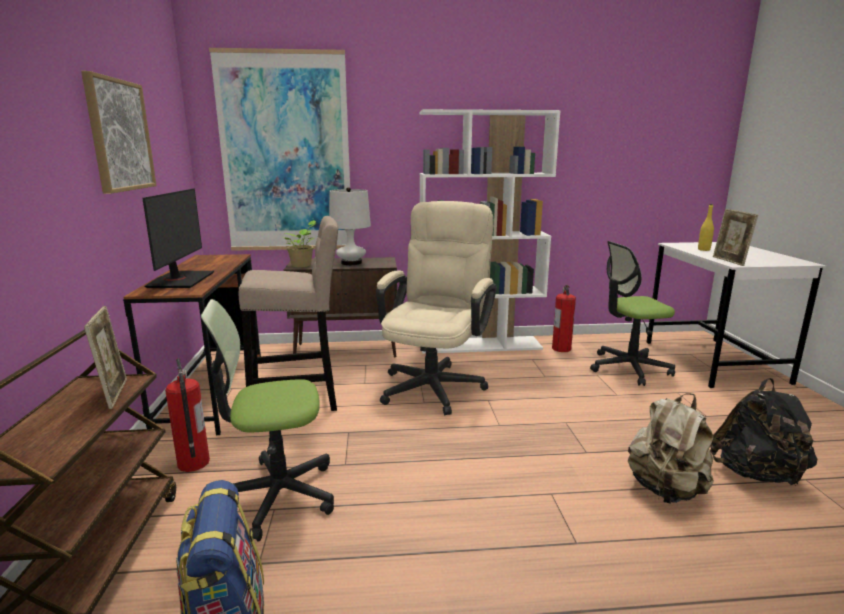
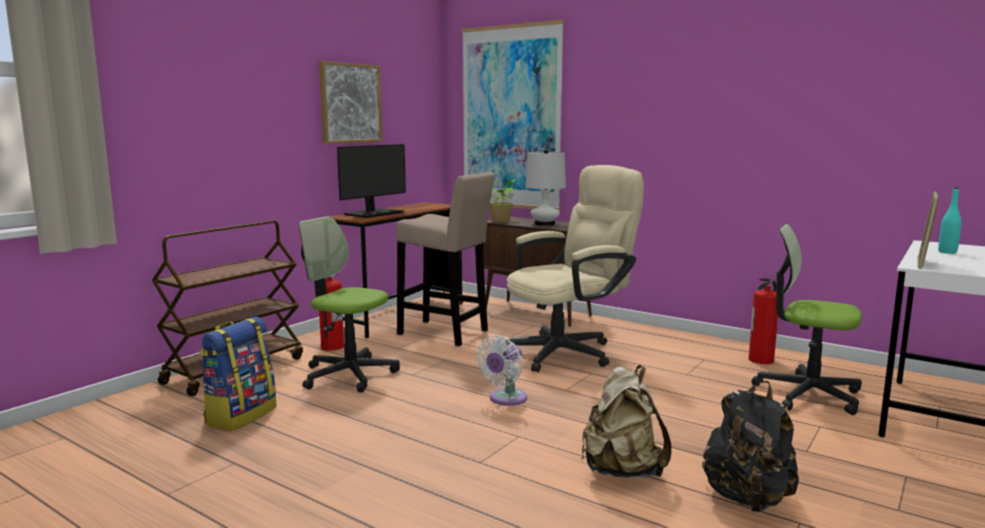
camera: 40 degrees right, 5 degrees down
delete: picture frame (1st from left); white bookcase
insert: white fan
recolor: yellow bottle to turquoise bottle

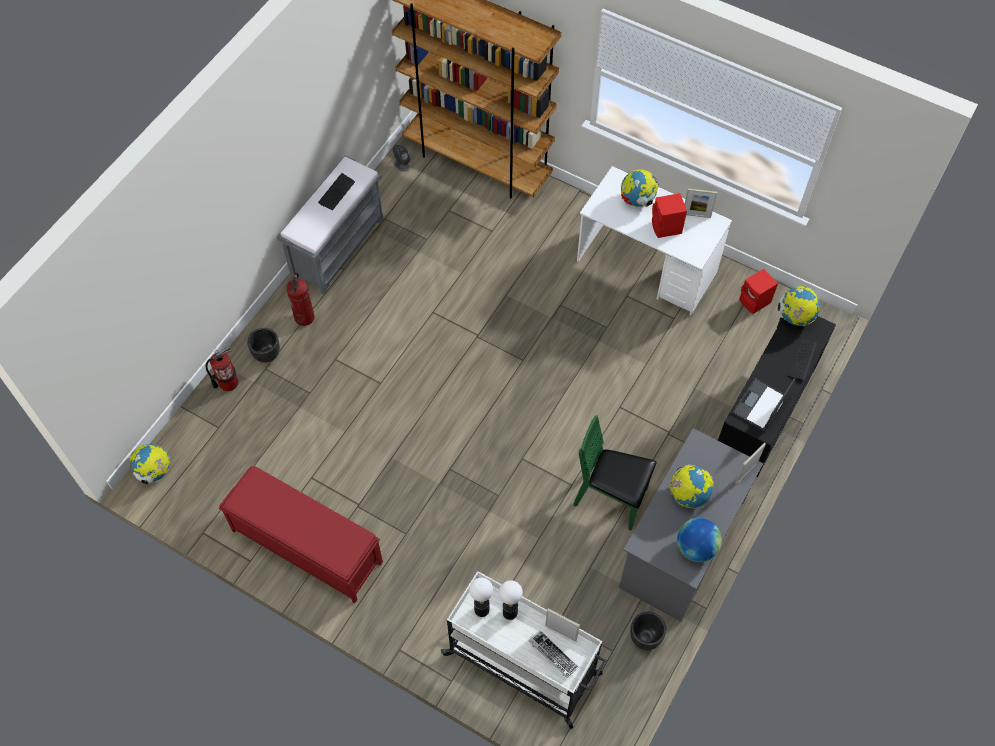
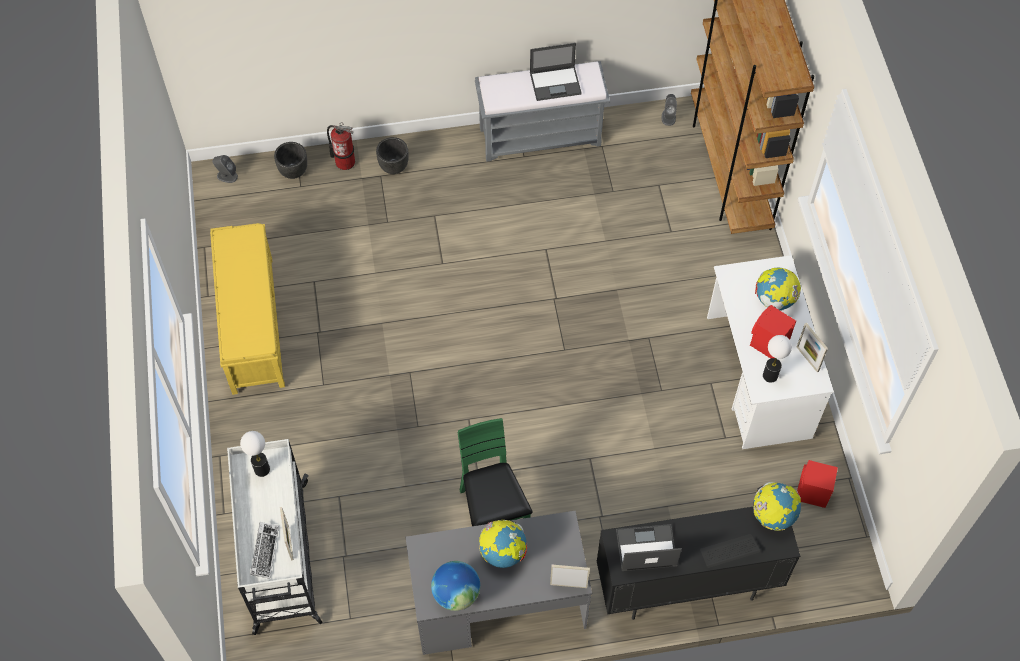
camera: 50 degrees right, 0 degrees up
delete: fire extinguisher (2nd from left)
move: table lamp (2nd from left); black planter (2nd from left in the first image) to black planter (1st from left)
replace: globe (1st from left) to grey speaker (1st from left); keyboard (1st from left) to laptop (1st from left)
recolor: red bench to yellow bench

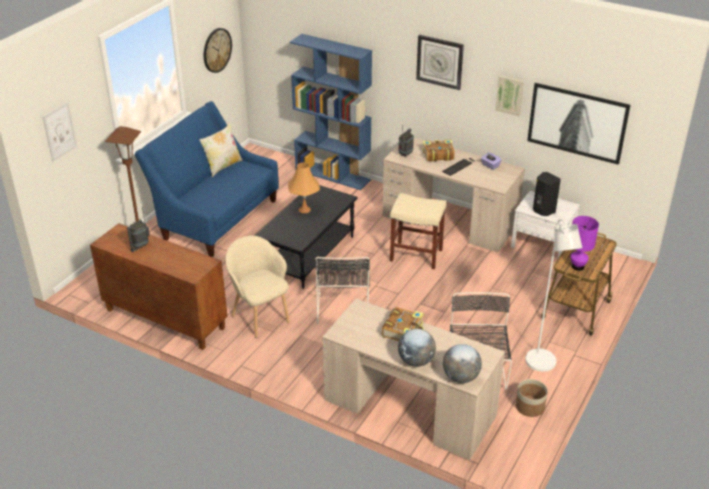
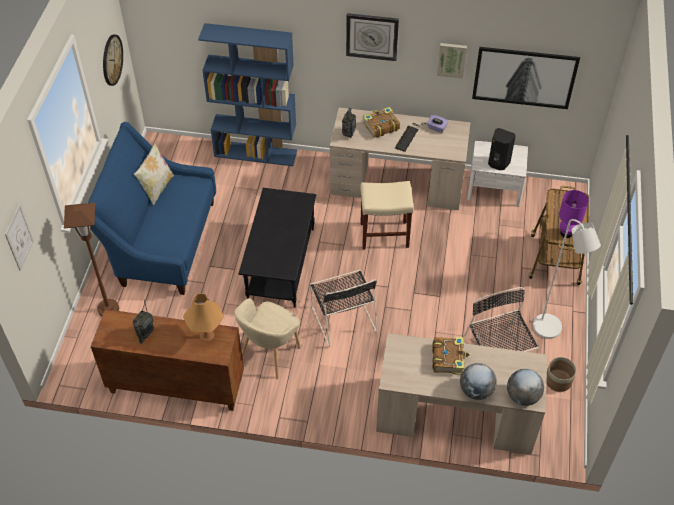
camera: 20 degrees left, 15 degrees up
move: orange table lamp
rotate: beige armchair 90 degrees counterclockwise

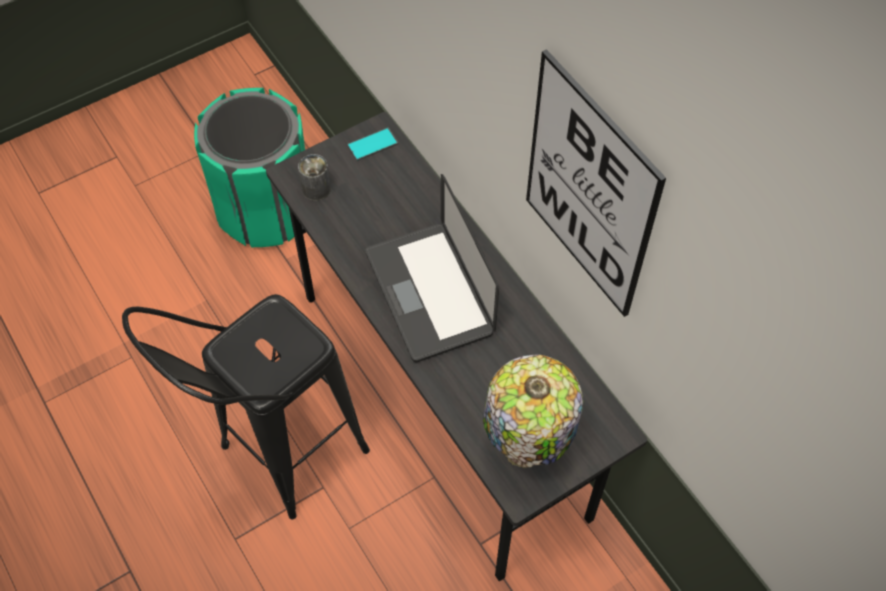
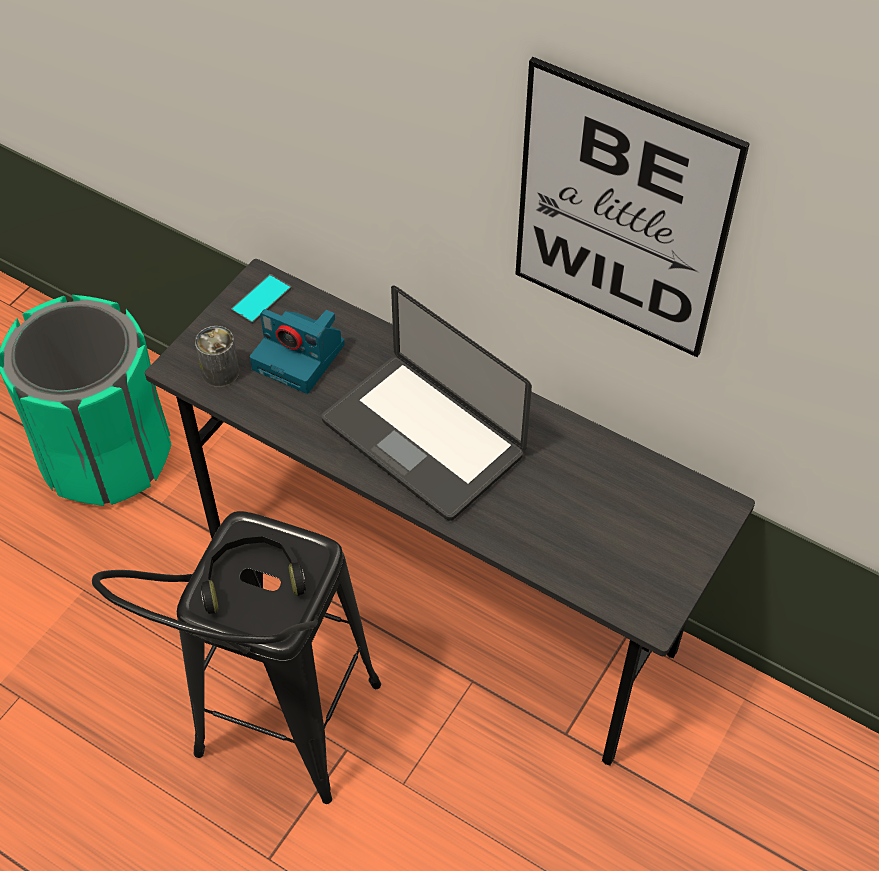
camera: 25 degrees left, 5 degrees down
delete: table lamp
insert: black headphones; photo camera

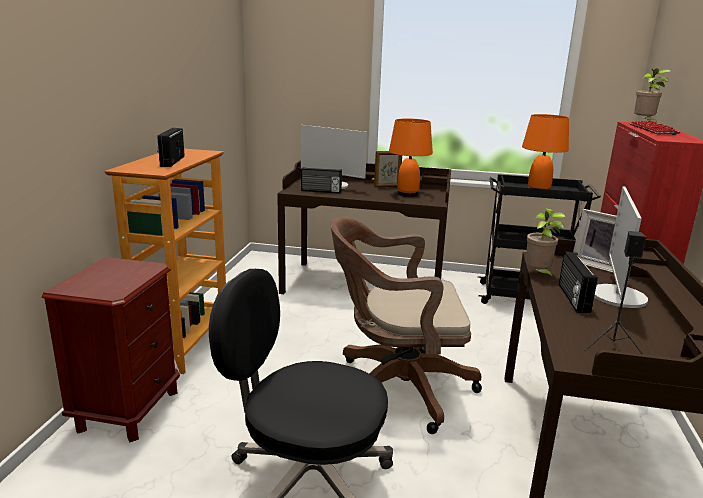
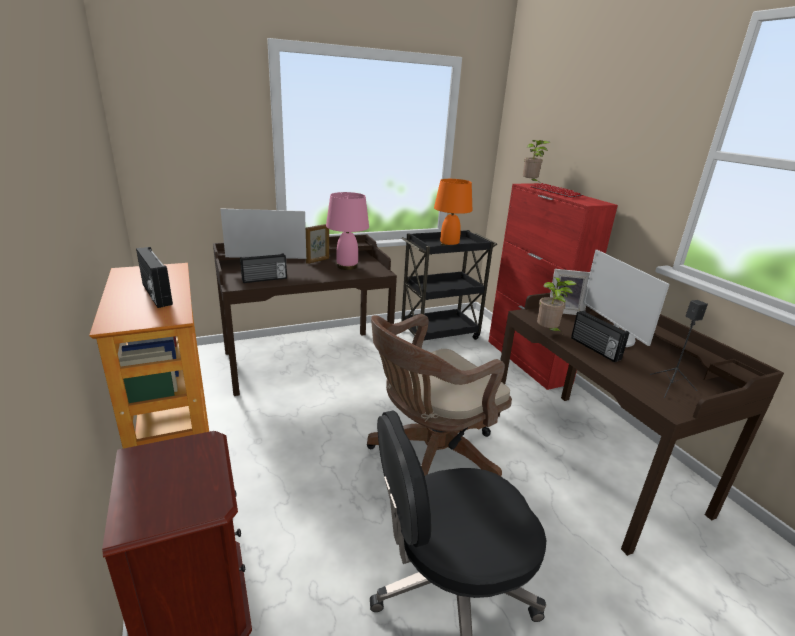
camera: 35 degrees left, 5 degrees up
recolor: orange table lamp (1st from left) to pink table lamp

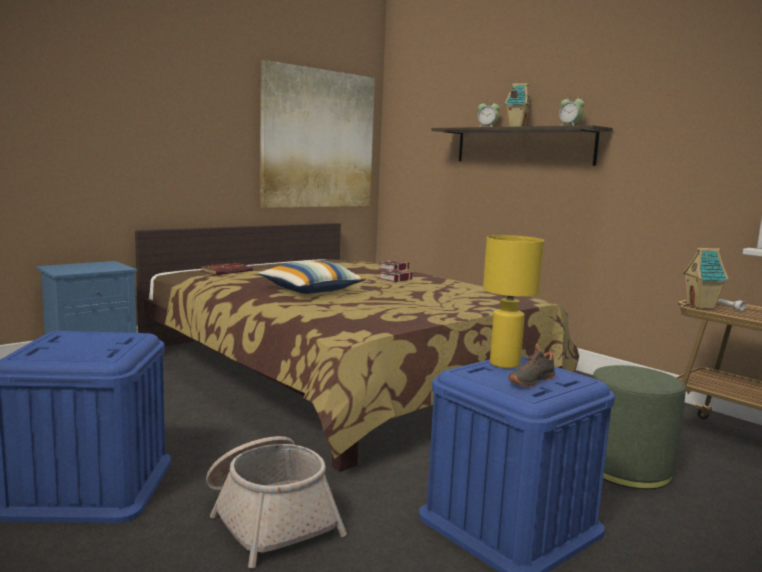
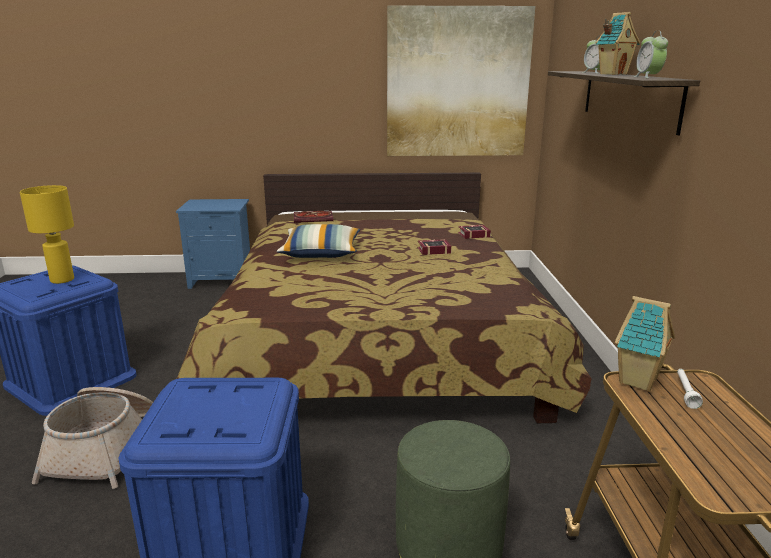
camera: 40 degrees right, 10 degrees up
delete: black shoe
move: yellow table lamp

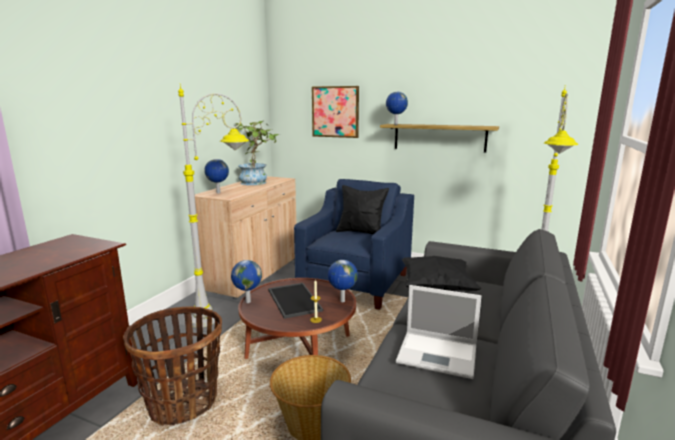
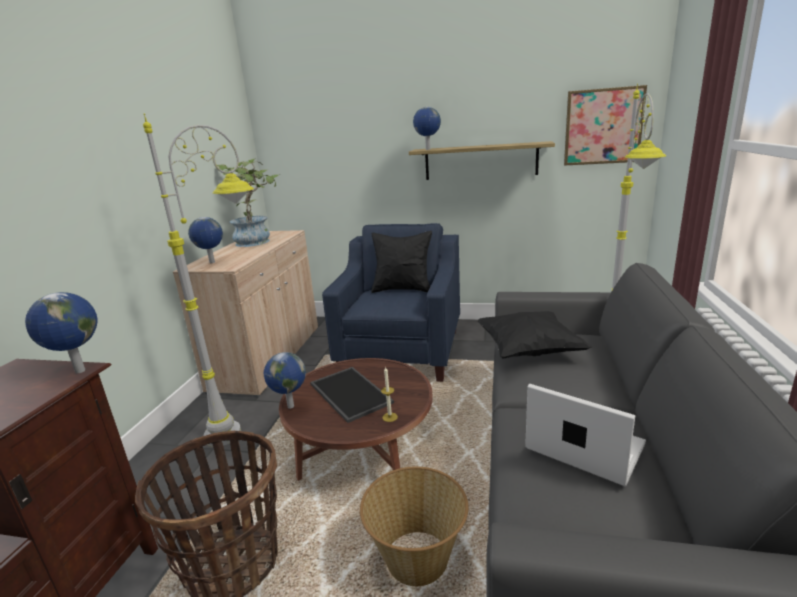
camera: 10 degrees left, 5 degrees up
move: picture; globe (3rd from left in the first image) to globe (1st from left)
rotate: laptop 150 degrees counterclockwise

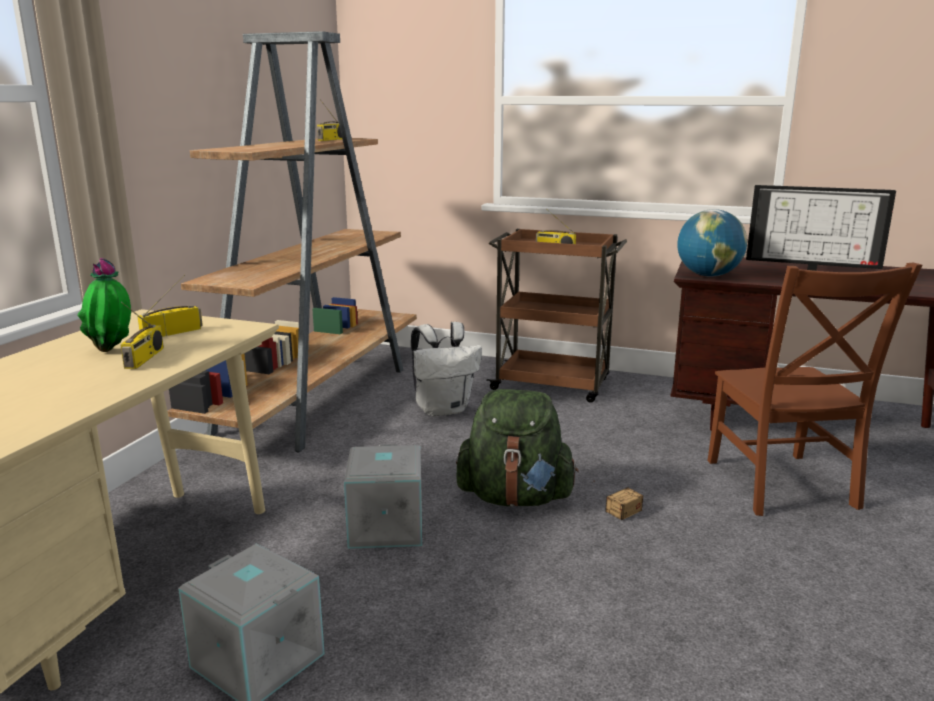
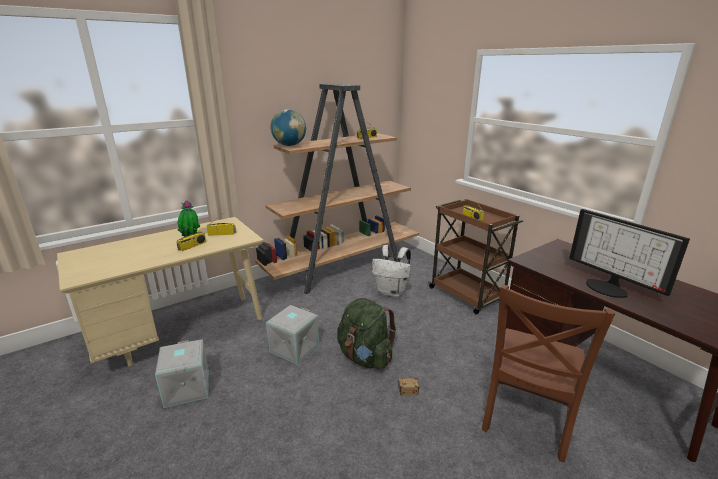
camera: 35 degrees right, 5 degrees up
move: globe

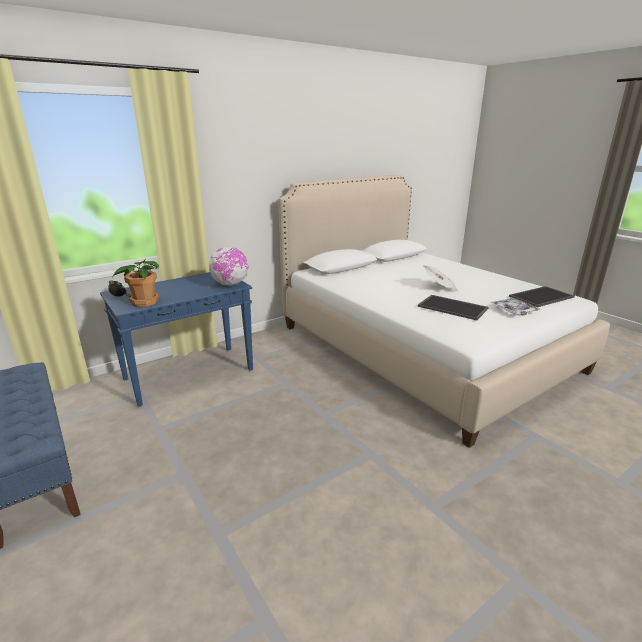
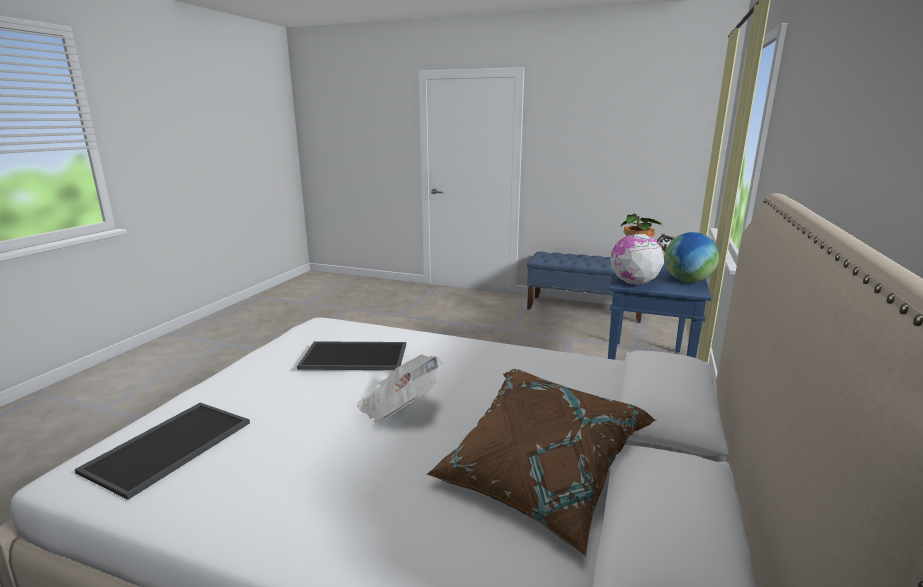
camera: 145 degrees right, 5 degrees down
delete: tray (2nd from left)
insert: brown pillow; globe (2nd from left)

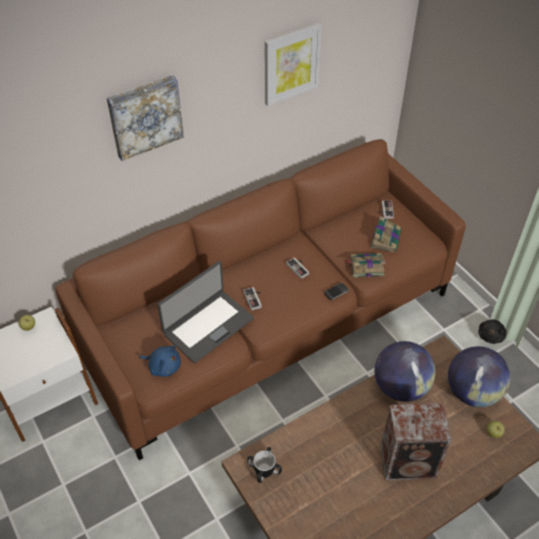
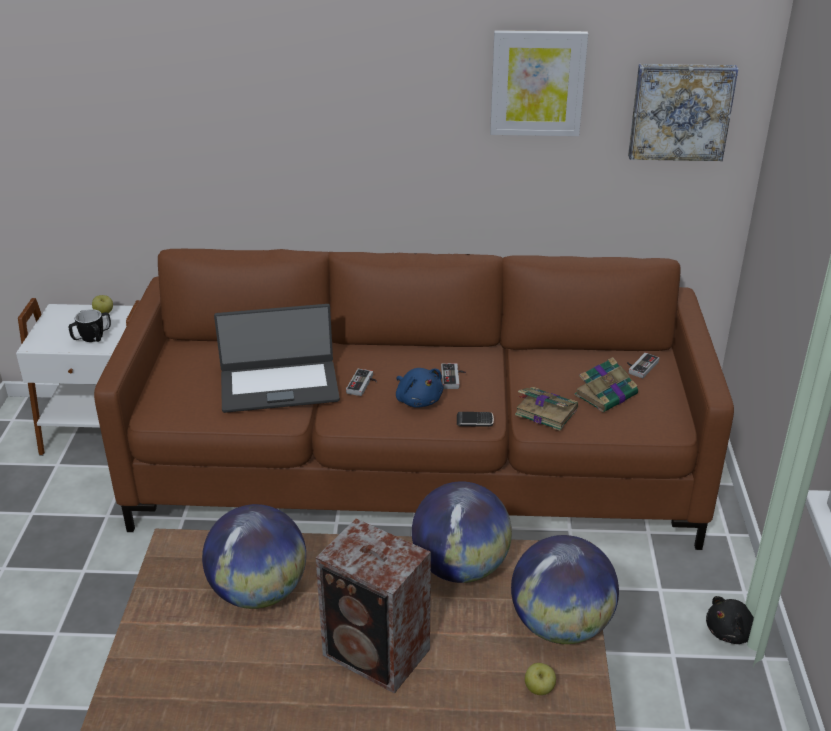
camera: 35 degrees right, 15 degrees down
insert: globe (1st from left)
move: picture (1st from left in the first image) to picture (2nd from left); blue plush toy; mug

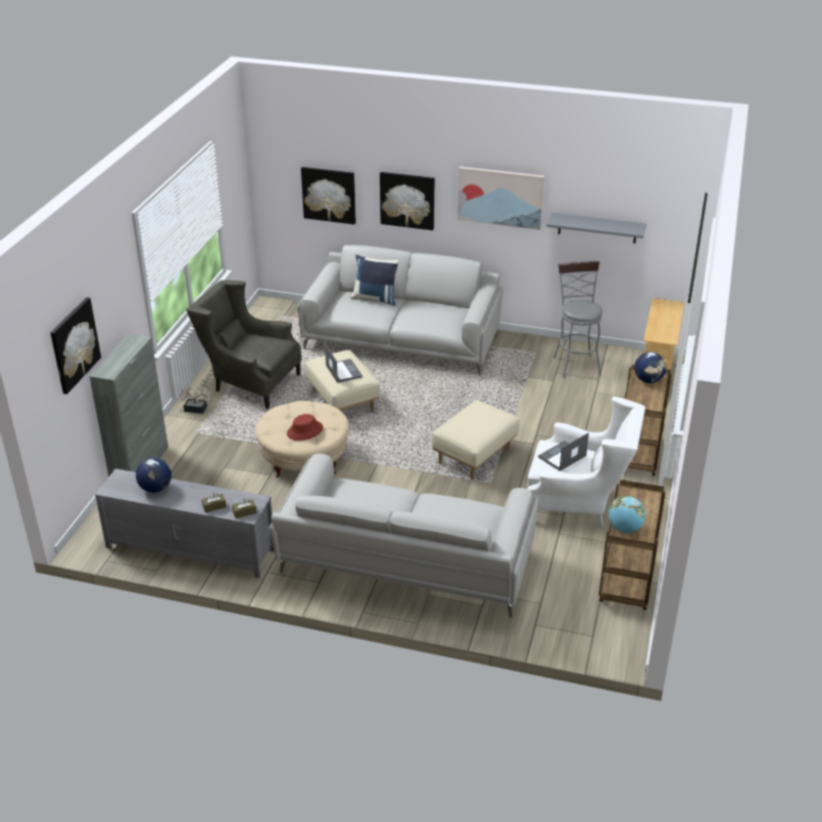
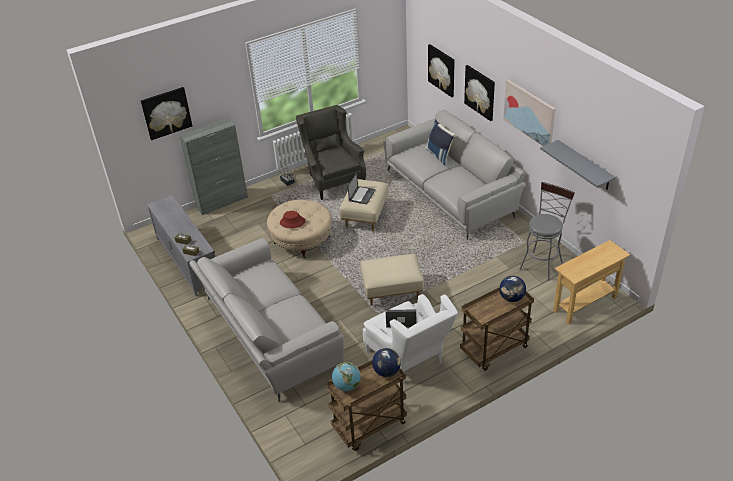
camera: 45 degrees right, 5 degrees up
move: globe (1st from left in the first image) to globe (2nd from left)

